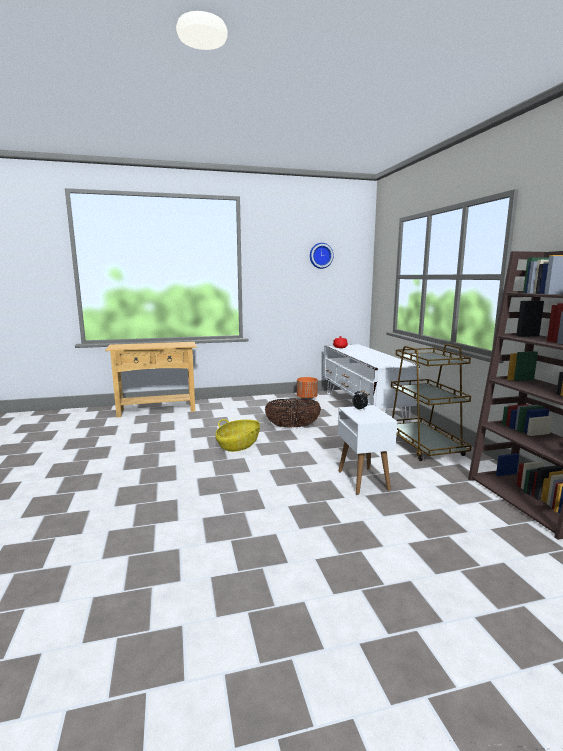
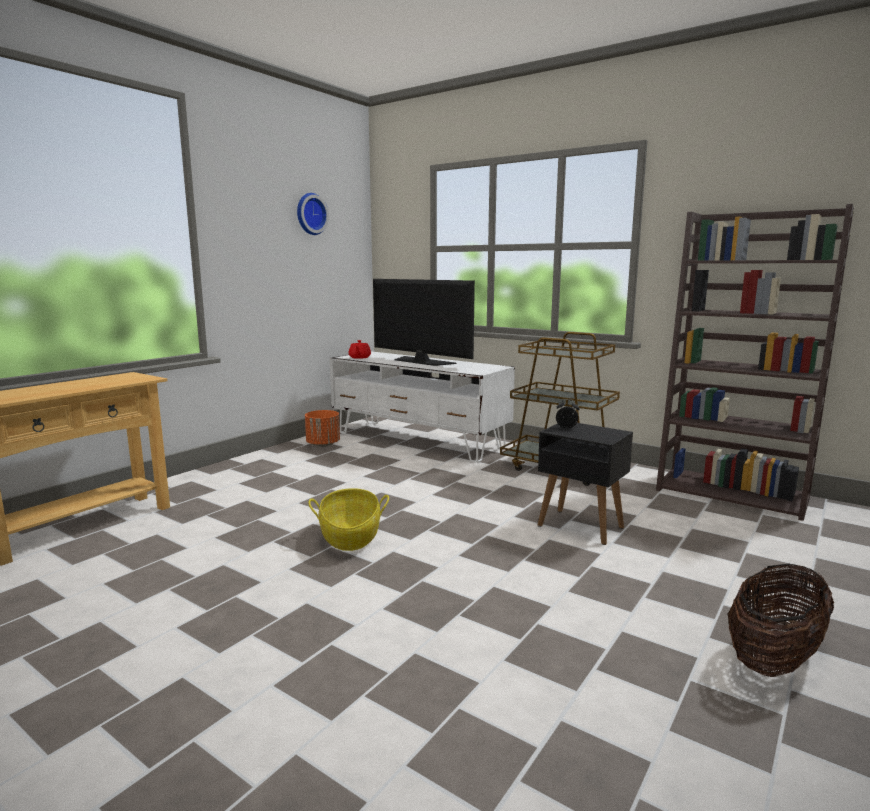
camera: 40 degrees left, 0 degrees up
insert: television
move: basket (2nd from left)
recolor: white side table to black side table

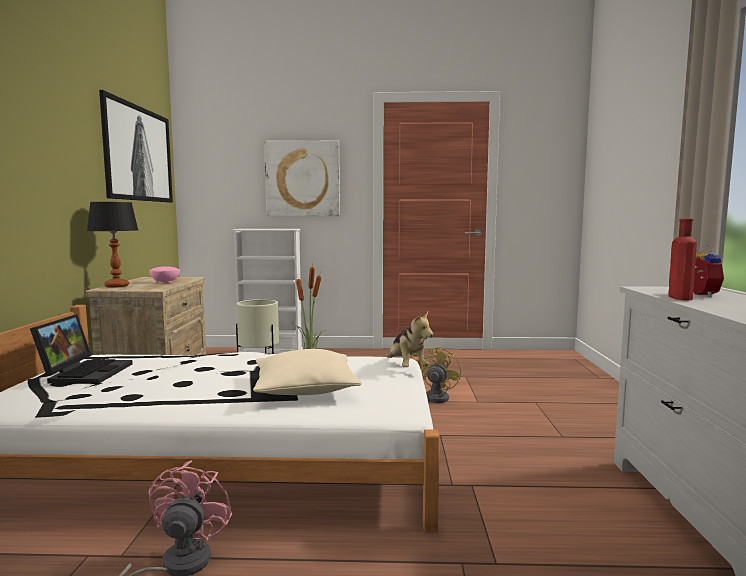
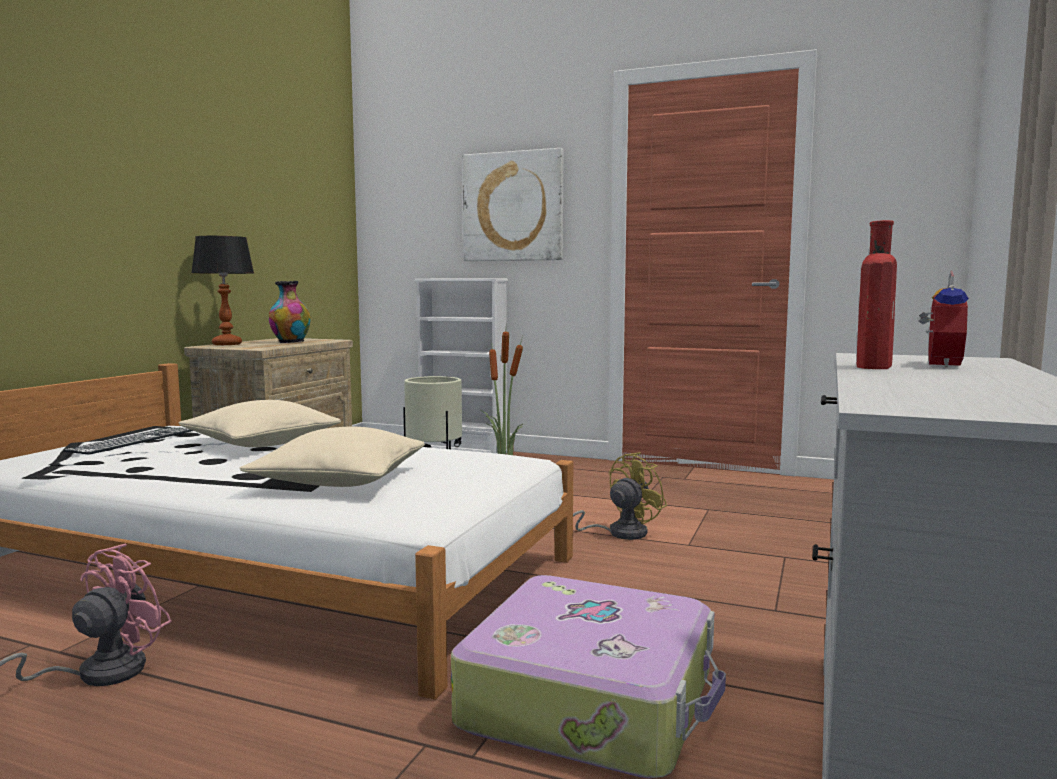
camera: 20 degrees right, 0 degrees up
delete: picture (1st from left); plush toy
insert: beige pillow (1st from left); suitcase
replace: laptop to keyboard; pink bowl to vase

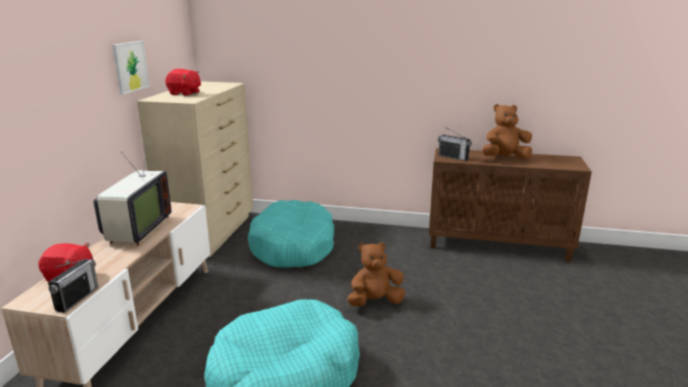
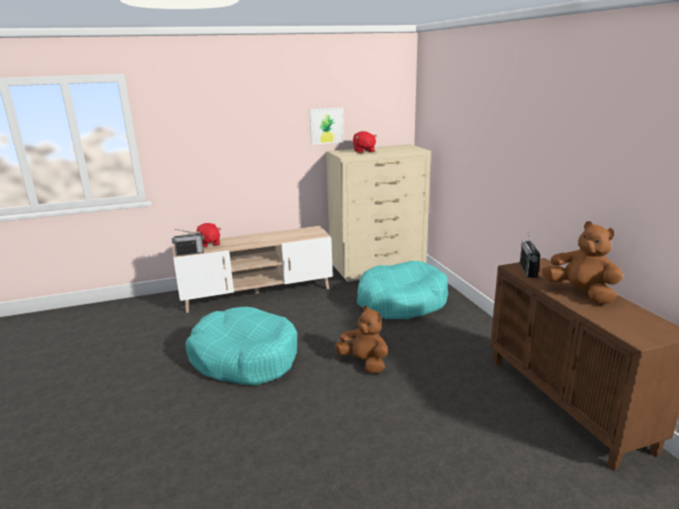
camera: 60 degrees right, 0 degrees up
delete: television

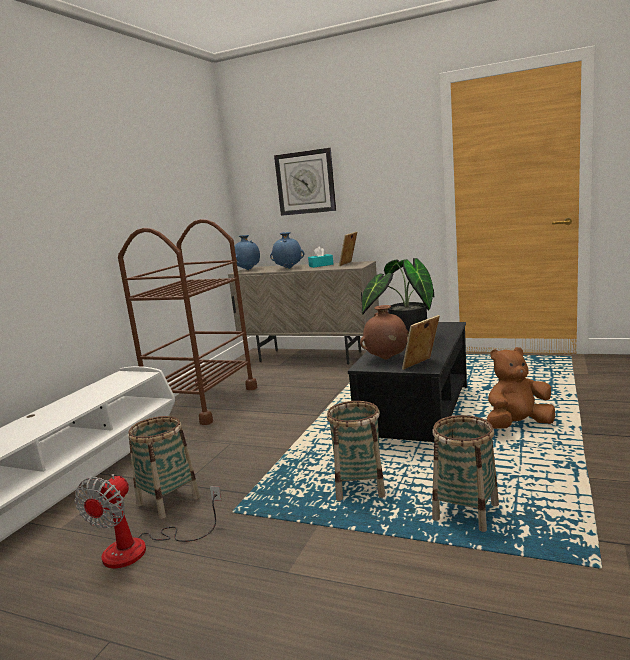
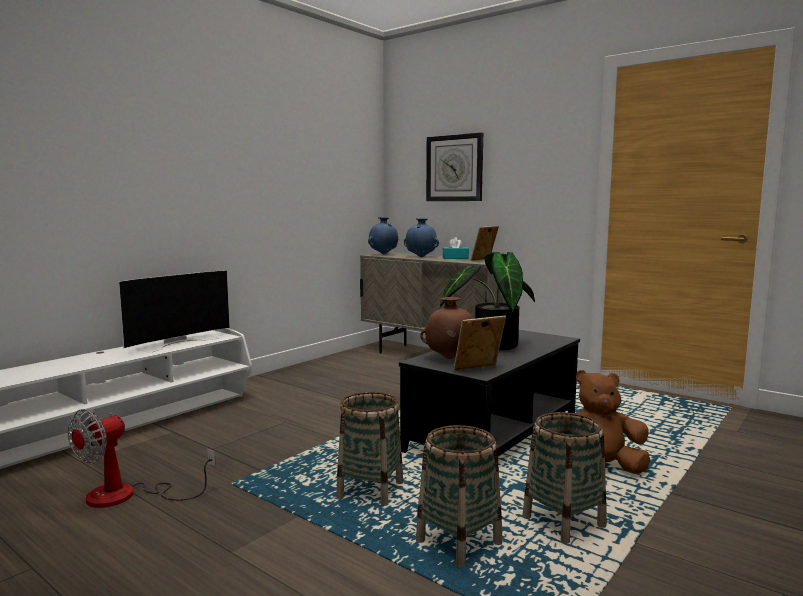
camera: 15 degrees right, 5 degrees down
delete: brown cart
insert: television
move: basket (1st from left in the first image) to basket (3rd from left)

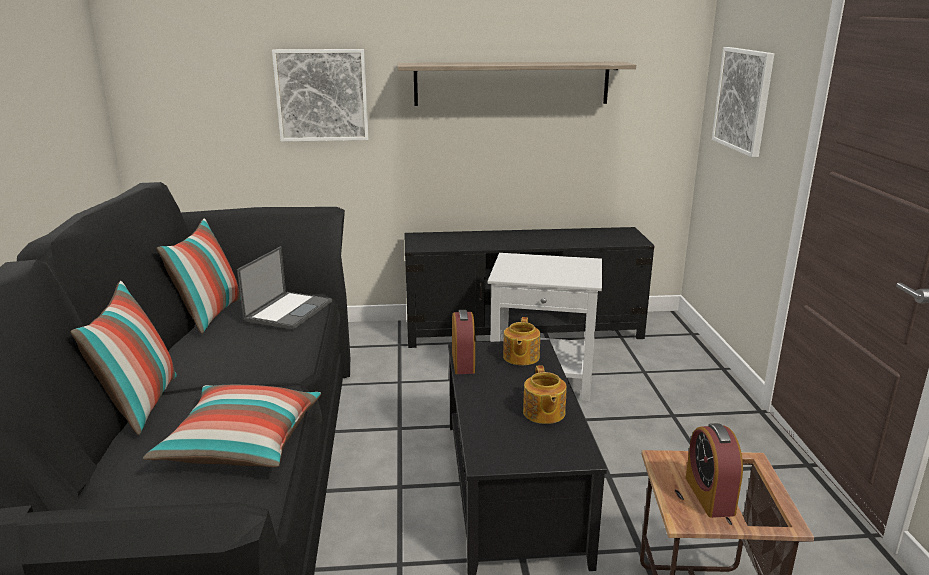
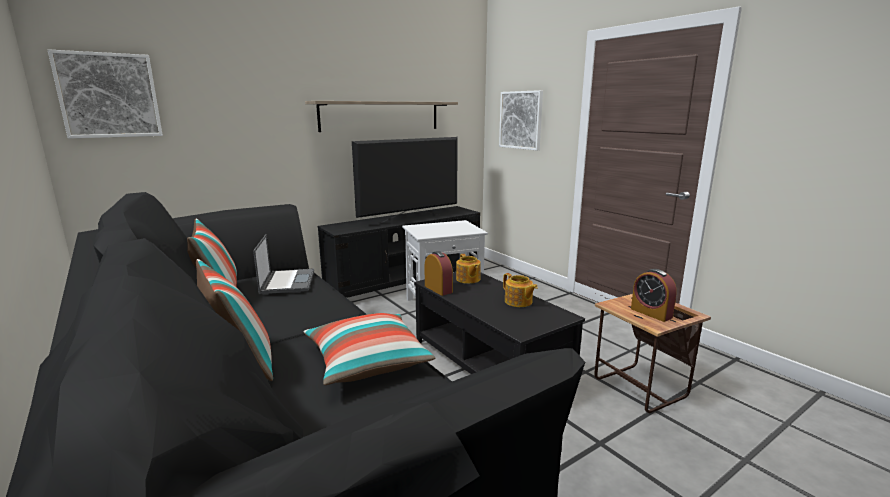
camera: 30 degrees left, 5 degrees down
insert: television
move: picture (1st from left)

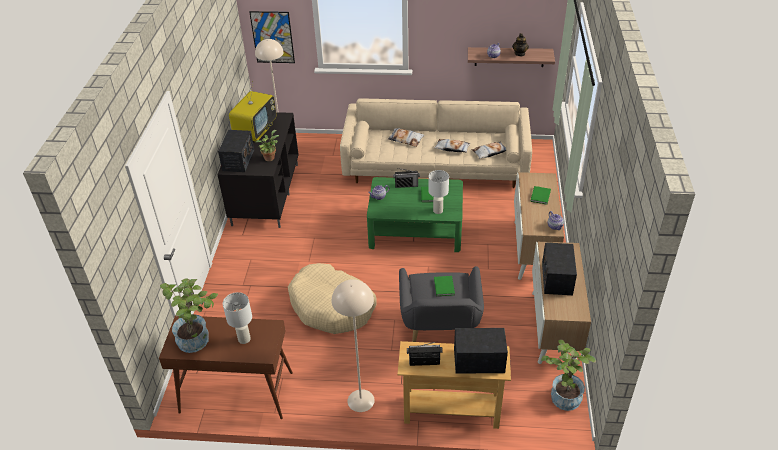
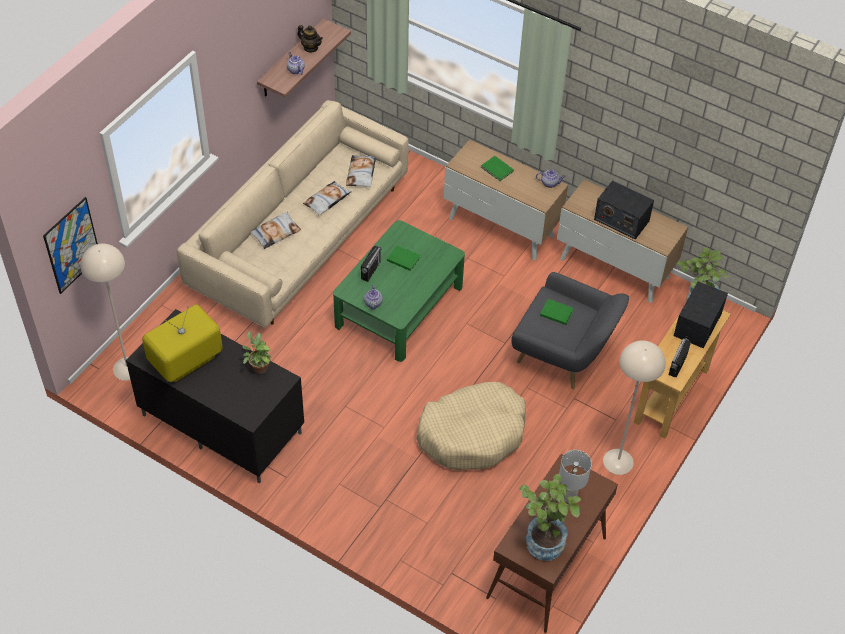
camera: 65 degrees left, 10 degrees up
delete: radio (1st from left); white table lamp (2nd from left)
rotate: television 90 degrees counterclockwise

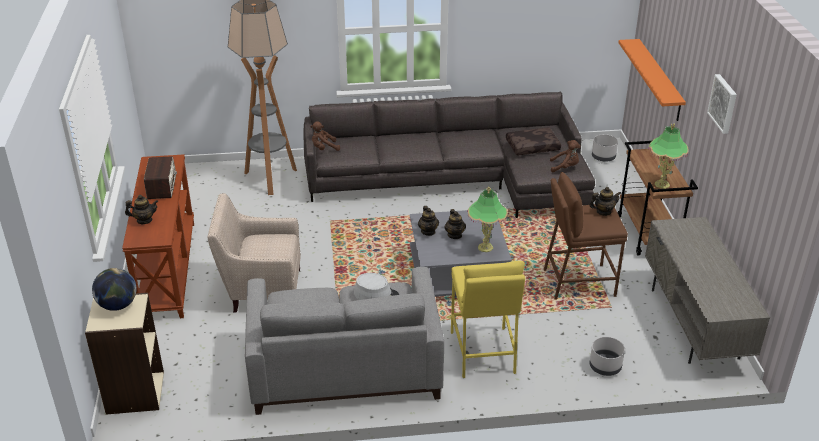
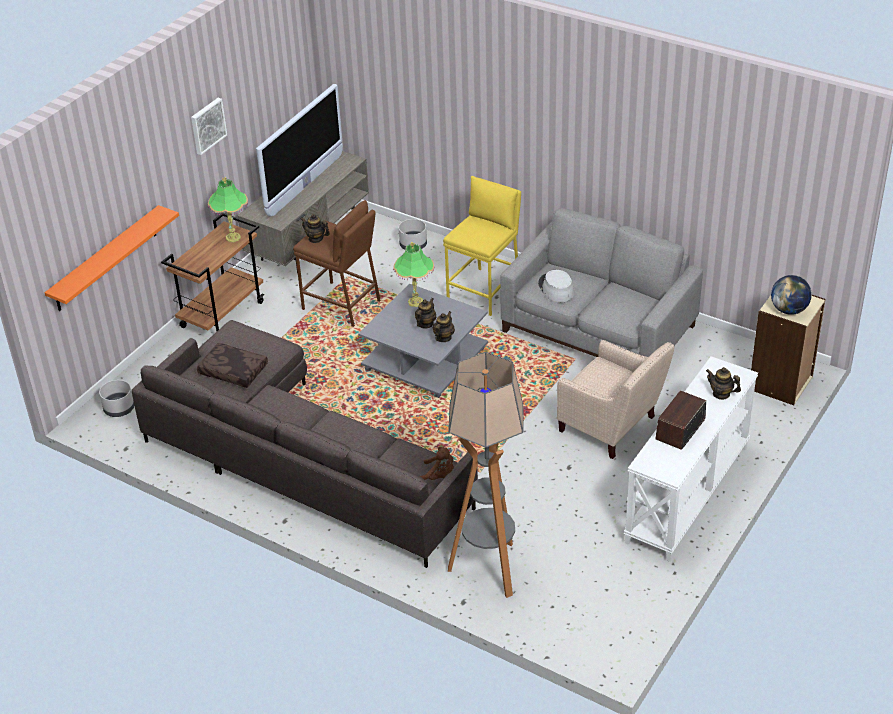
camera: 140 degrees left, 5 degrees up
delete: brown plush toy (2nd from left)
insert: television
recolor: brown console table to white console table

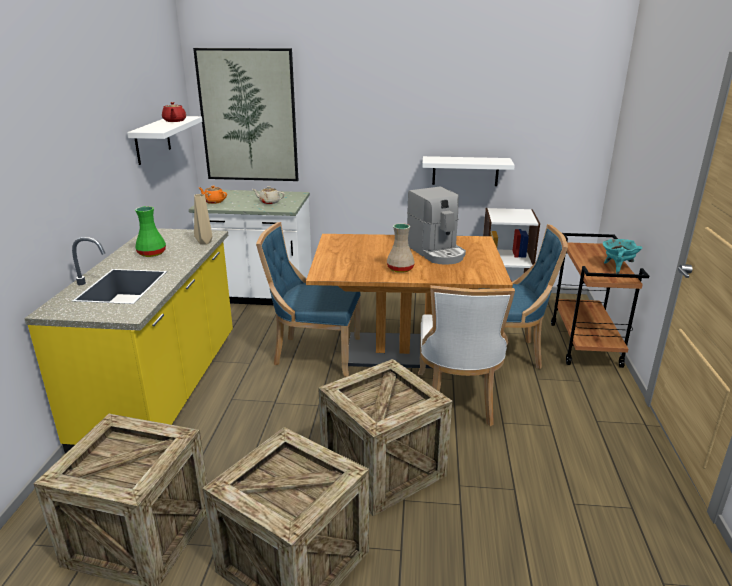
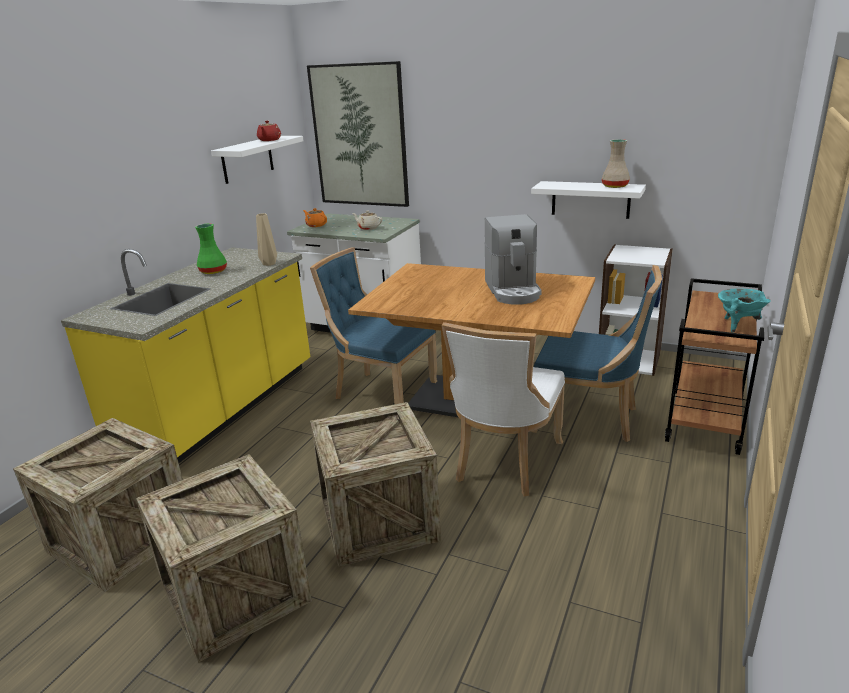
camera: 20 degrees right, 0 degrees up
move: beige vase (2nd from left)

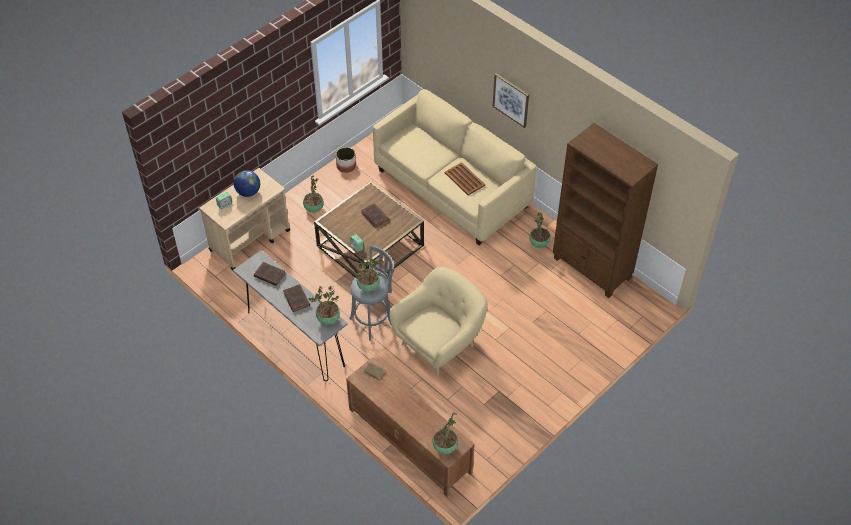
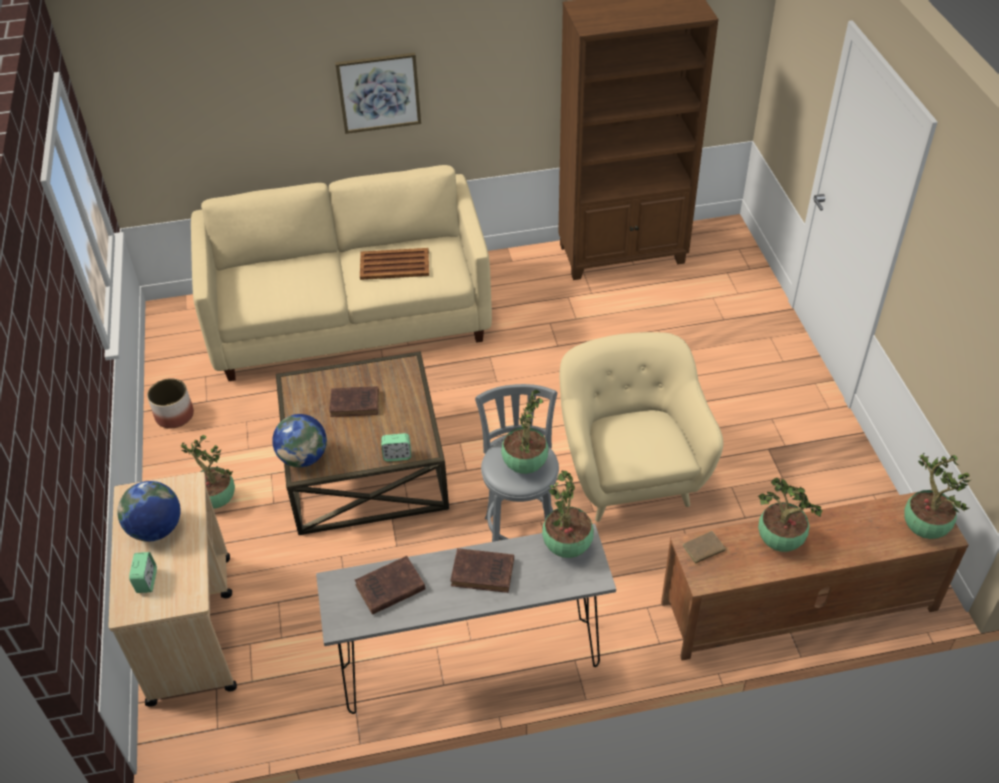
camera: 55 degrees left, 5 degrees down
insert: globe (2nd from left)
move: potted plant (5th from left in the first image) to potted plant (4th from left)

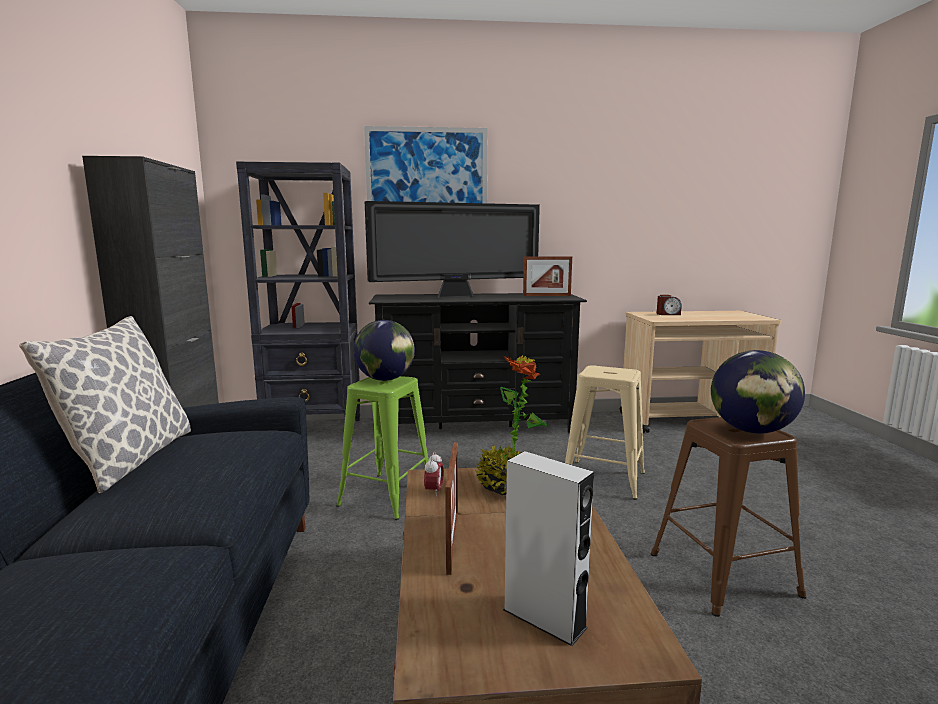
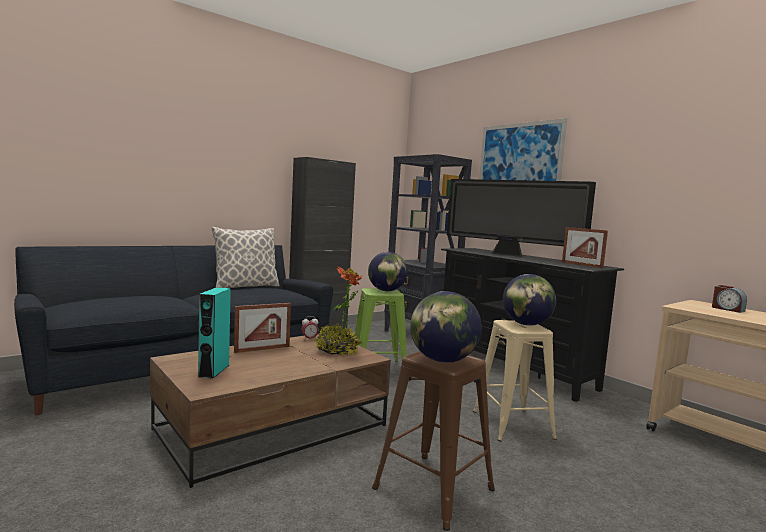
camera: 55 degrees right, 5 degrees down
insert: globe (3rd from left)
recolor: grey speaker to turquoise speaker

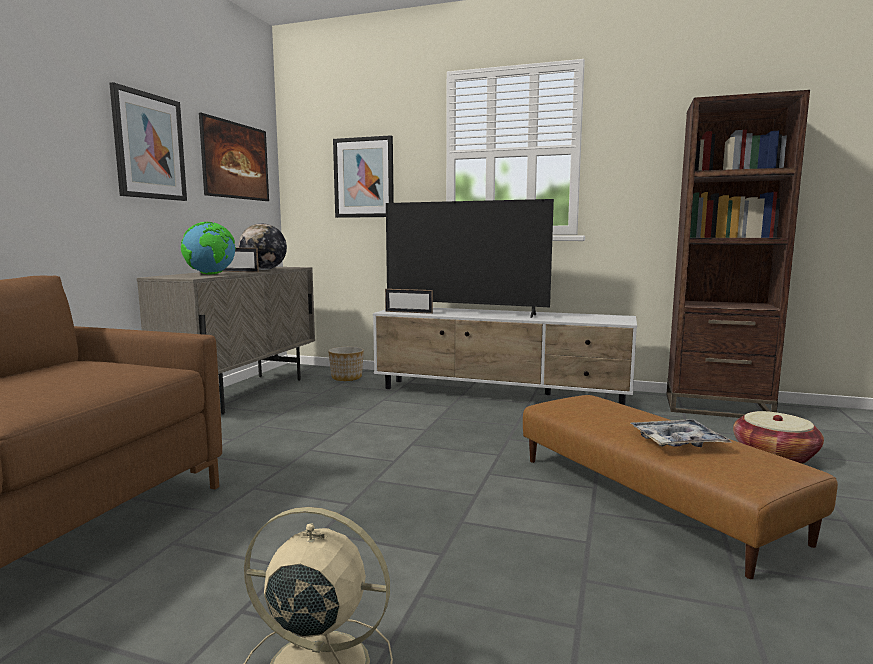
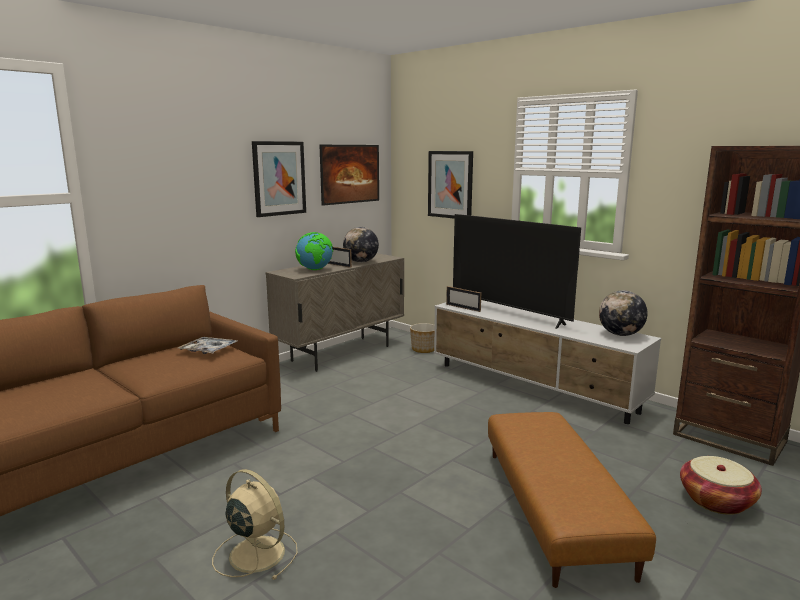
camera: 25 degrees right, 5 degrees up
insert: globe (3rd from left)
move: tray

